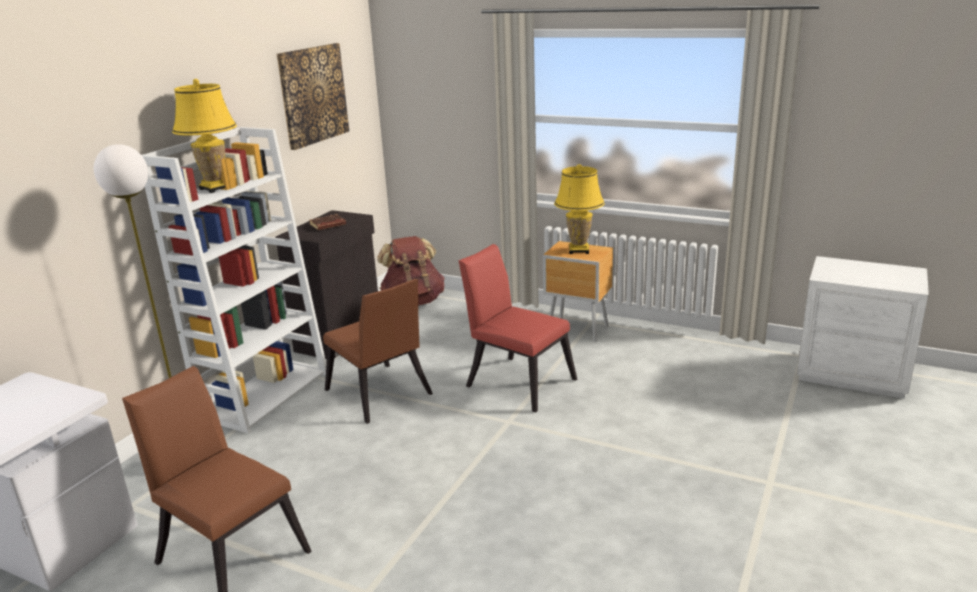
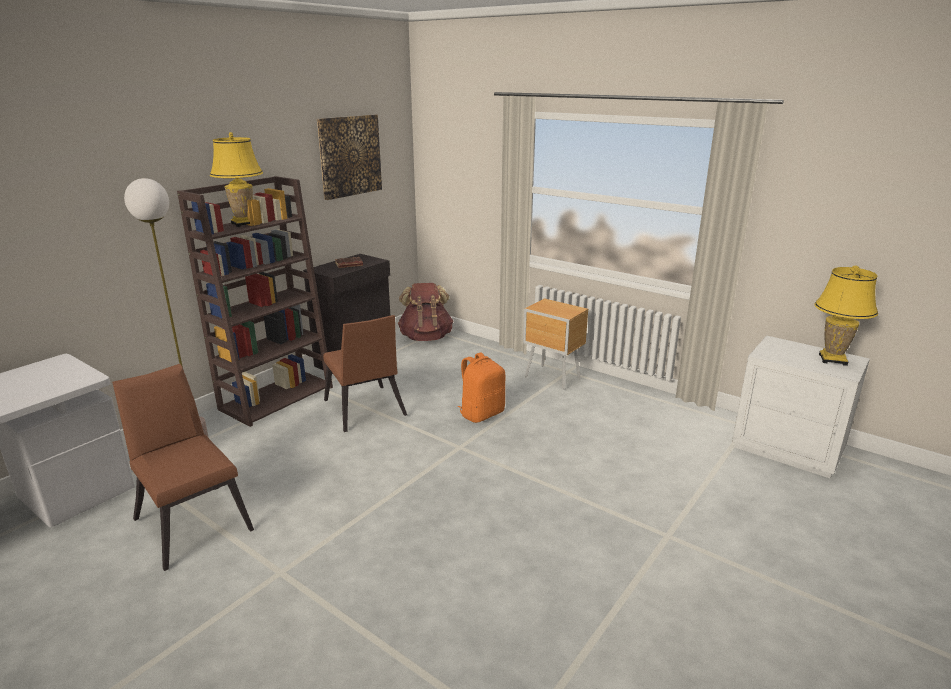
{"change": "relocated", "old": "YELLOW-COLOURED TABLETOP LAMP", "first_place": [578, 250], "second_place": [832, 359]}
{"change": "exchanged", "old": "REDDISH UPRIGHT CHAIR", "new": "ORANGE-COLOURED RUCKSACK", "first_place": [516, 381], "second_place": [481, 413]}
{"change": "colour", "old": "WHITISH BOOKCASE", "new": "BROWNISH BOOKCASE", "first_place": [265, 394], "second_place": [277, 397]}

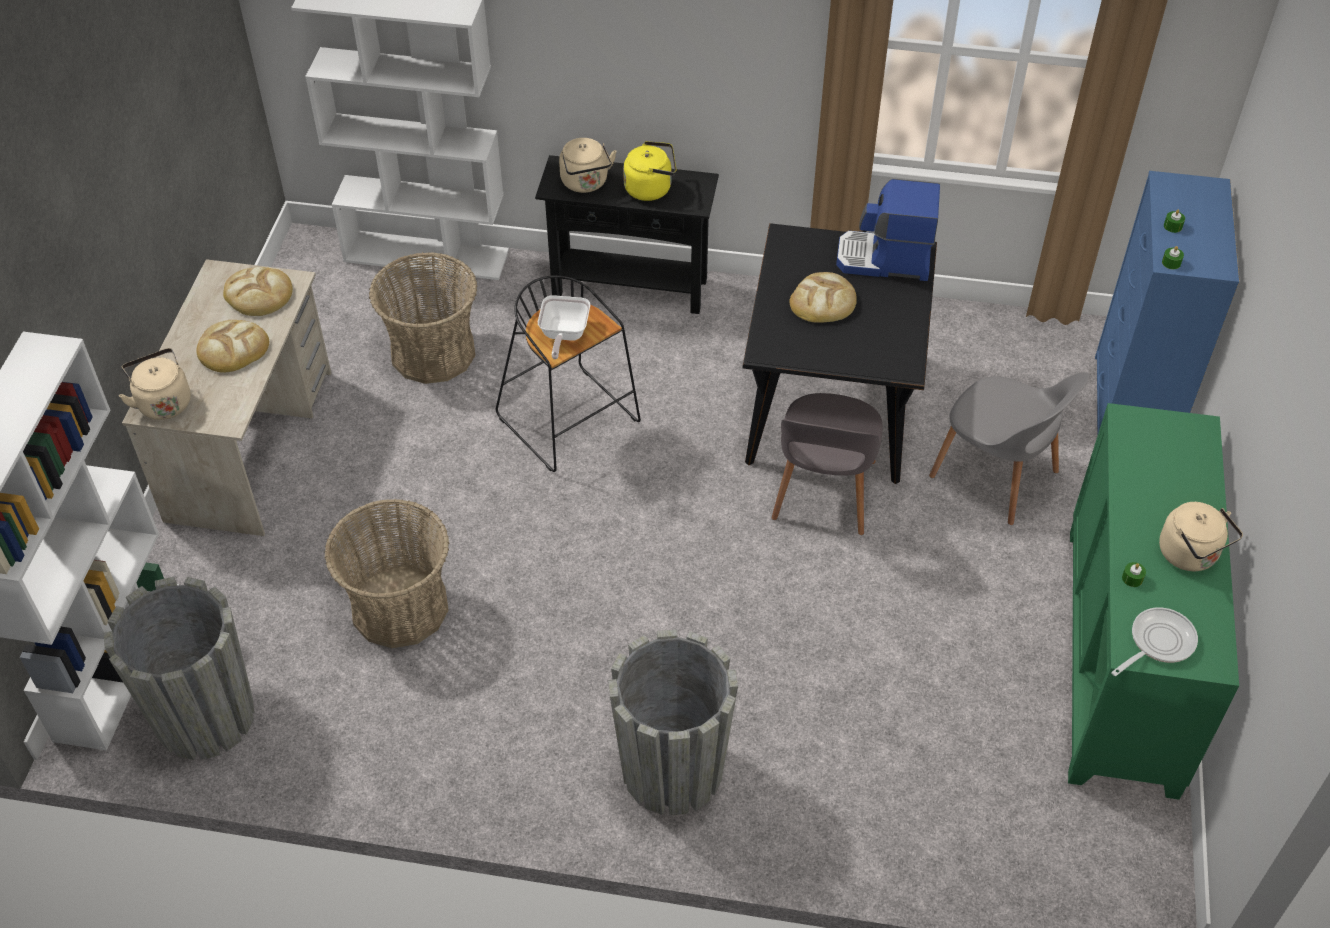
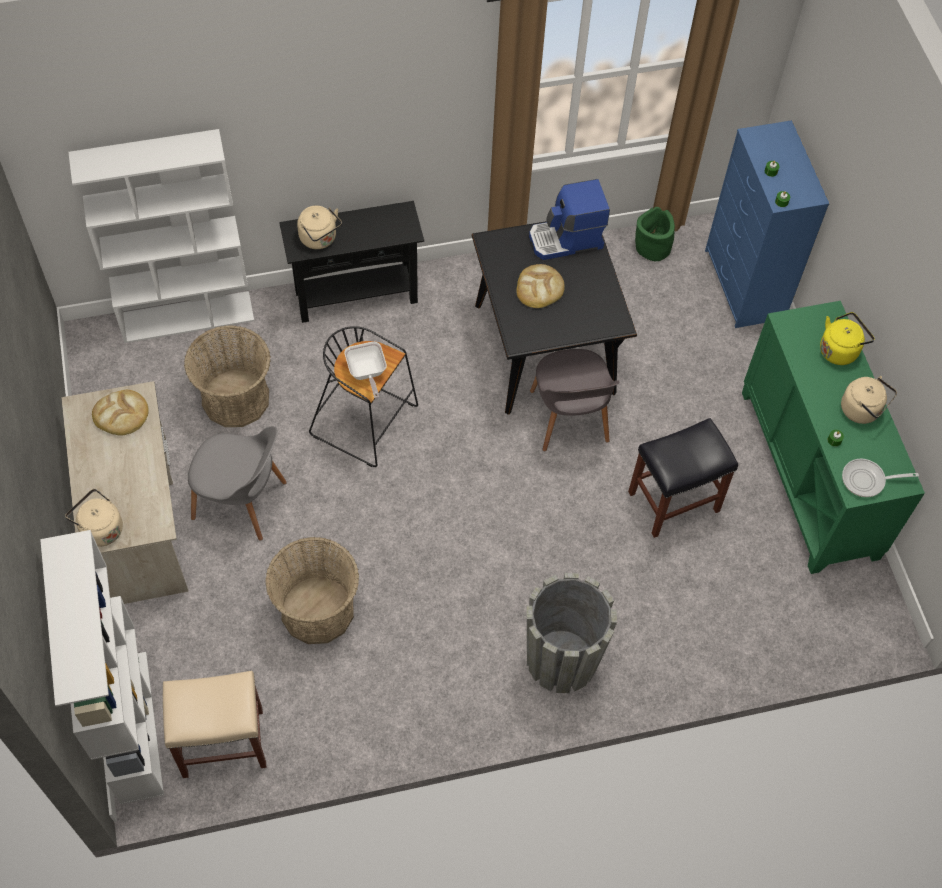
{"change": "missing", "old": "BAKERY BREAD", "first_place": [233, 349]}
{"change": "appeared", "new": "BLACK-COLOURED SITTING STOOL", "second_place": [673, 502]}
{"change": "appeared", "new": "GREEN PLANT POT", "second_place": [652, 247]}
{"change": "relocated", "old": "YELLOW-COLOURED TEA KETTLE", "first_place": [651, 188], "second_place": [840, 350]}
{"change": "relocated", "old": "GRAY UPRIGHT CHAIR", "first_place": [997, 476], "second_place": [242, 502]}
{"change": "exchanged", "old": "GRAY PLANT POT", "new": "SAND-COLOURED SITTING STOOL", "first_place": [205, 717], "second_place": [222, 743]}
{"change": "spun", "old": "SKILLET", "first_place": [1157, 642], "second_place": [867, 480], "degrees": -120}

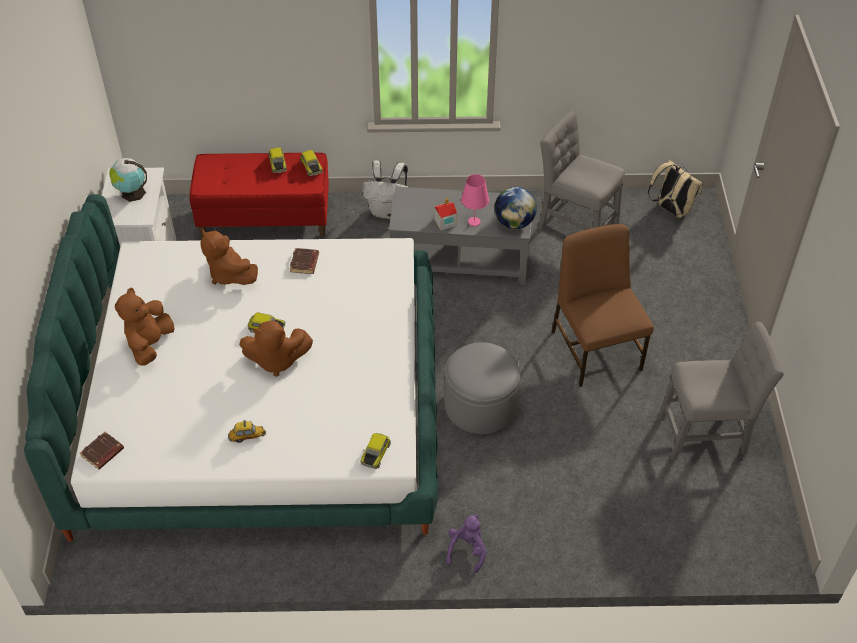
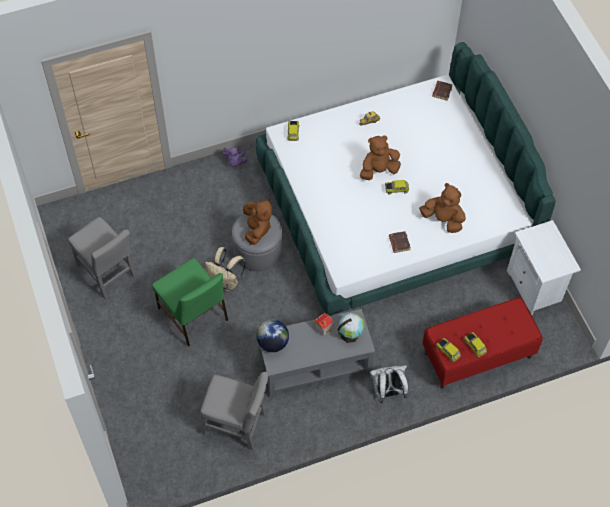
{"change": "missing", "old": "PINK-COLOURED TABLETOP LAMP", "first_place": [474, 221]}
{"change": "relocated", "old": "DESK GLOBE", "first_place": [131, 193], "second_place": [350, 334]}
{"change": "relocated", "old": "BROWNISH SOFT TOY", "first_place": [150, 344], "second_place": [257, 228]}
{"change": "relocated", "old": "SAND-COLOURED RUCKSACK", "first_place": [671, 210], "second_place": [226, 282]}
{"change": "colour", "old": "BROWNISH UPRIGHT CHAIR", "new": "GREEN UPRIGHT CHAIR", "first_place": [596, 349], "second_place": [193, 315]}
{"change": "spun", "old": "GRAY UPRIGHT CHAIR", "first_place": [707, 434], "second_place": [107, 273], "degrees": -105}

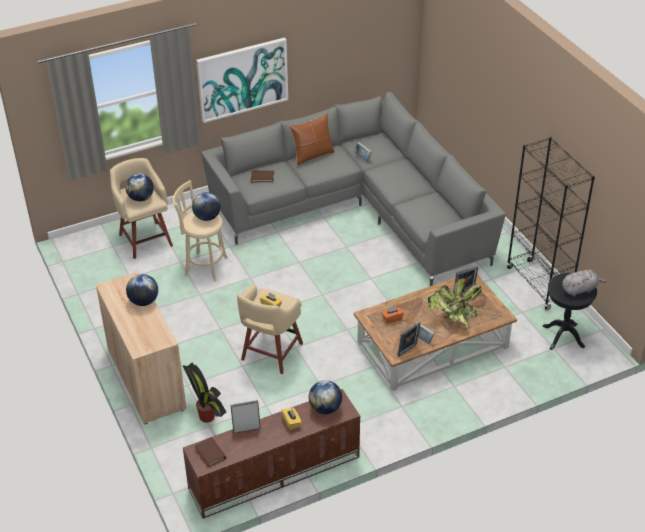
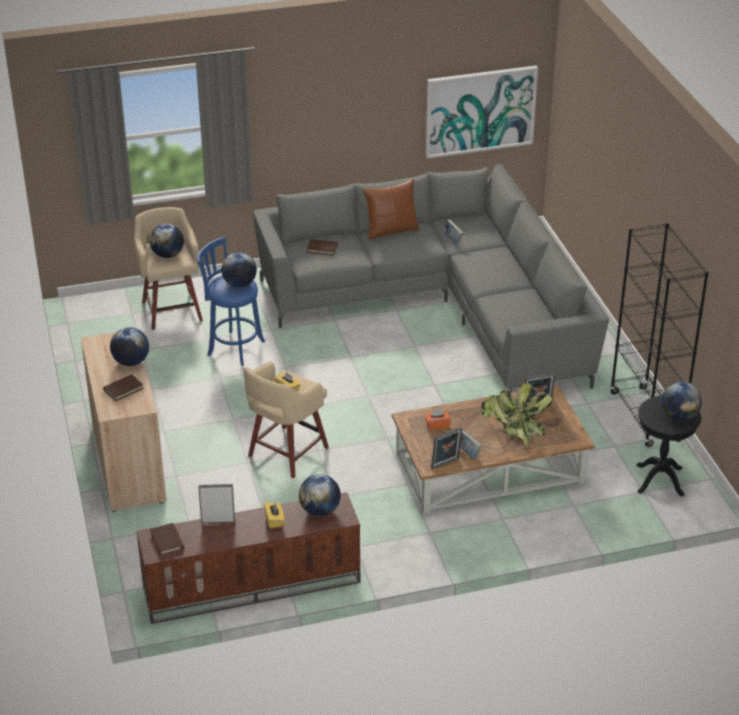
{"change": "missing", "old": "HOUSEPLANT", "first_place": [207, 417]}
{"change": "appeared", "new": "BROWNISH BOOK", "second_place": [123, 389]}
{"change": "relocated", "old": "PICTURE", "first_place": [242, 79], "second_place": [480, 111]}
{"change": "exchanged", "old": "GRAY SOFT TOY", "new": "DESK GLOBE", "first_place": [580, 289], "second_place": [679, 416]}
{"change": "colour", "old": "SAND-COLOURED SITTING STOOL", "new": "BLUE SITTING STOOL", "first_place": [203, 266], "second_place": [233, 347]}

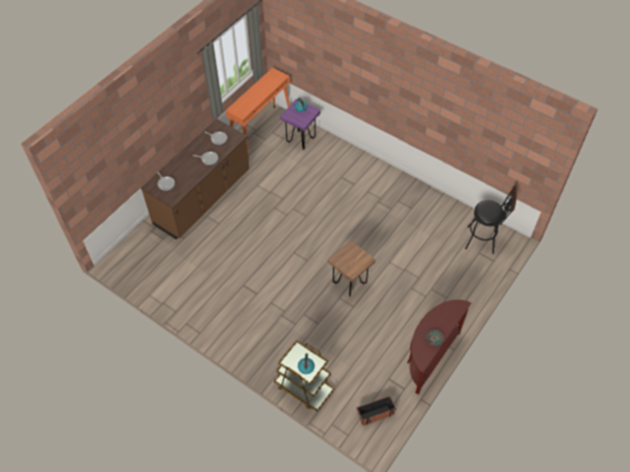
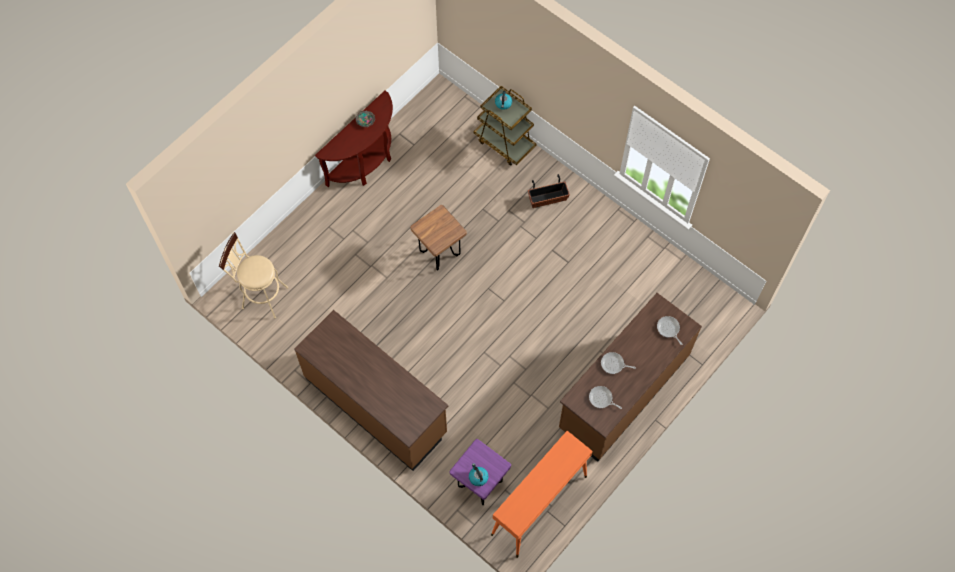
{"change": "appeared", "new": "BROWNISH KITCHEN BASE UNIT", "second_place": [376, 405]}
{"change": "relocated", "old": "PLANT POT", "first_place": [375, 414], "second_place": [547, 199]}
{"change": "colour", "old": "BLACK-COLOURED SITTING STOOL", "new": "SAND-COLOURED SITTING STOOL", "first_place": [484, 240], "second_place": [261, 296]}

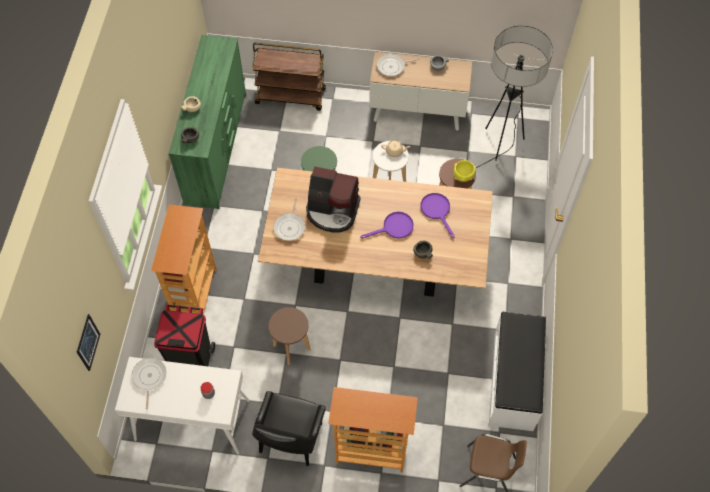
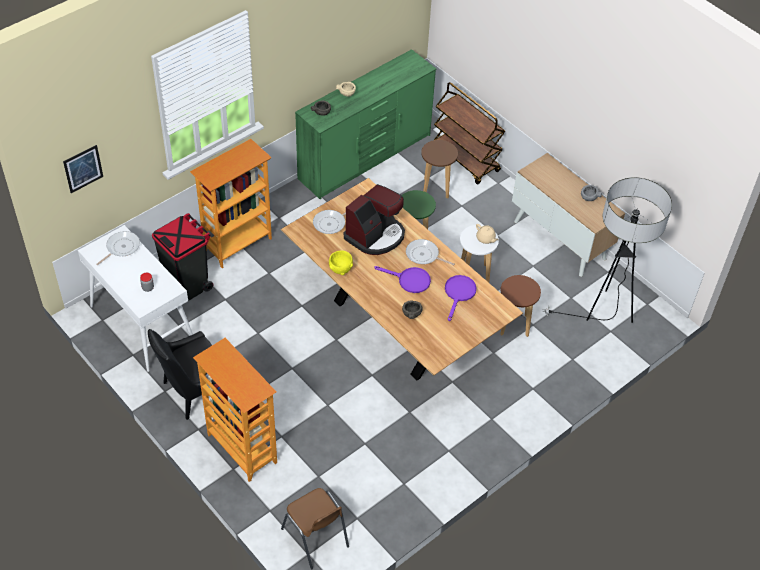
{"change": "missing", "old": "WHITISH INDOOR BENCH", "first_place": [514, 381]}
{"change": "relocated", "old": "BROWNISH SITTING STOOL", "first_place": [291, 348], "second_place": [436, 188]}
{"change": "relocated", "old": "SKILLET", "first_place": [392, 66], "second_place": [424, 255]}
{"change": "relocated", "old": "YELLOW-COLOURED SERVING BOWL", "first_place": [463, 176], "second_place": [340, 269]}
{"change": "spun", "old": "COFFEE BREWER", "first_place": [332, 211], "second_place": [375, 235], "degrees": -105}

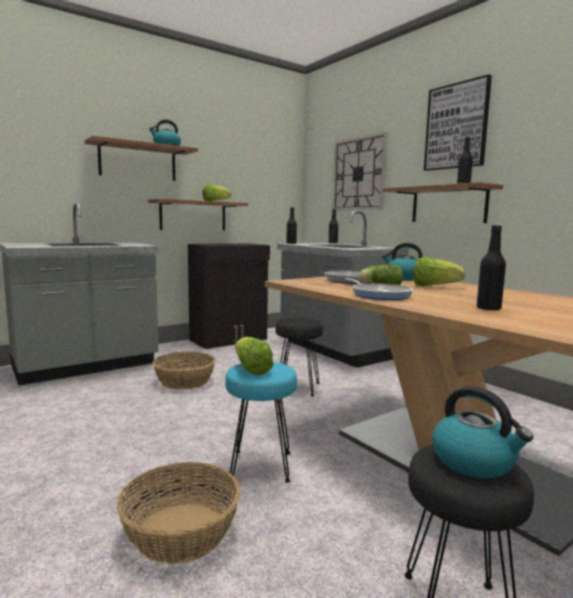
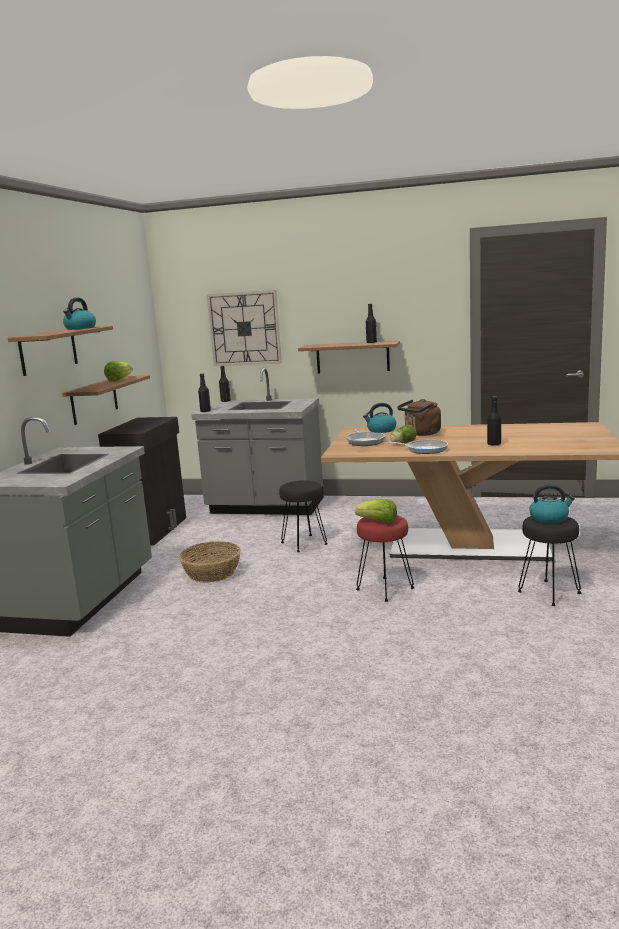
{"change": "missing", "old": "BASKET", "first_place": [182, 532]}
{"change": "missing", "old": "PICTURE", "first_place": [457, 126]}
{"change": "exchanged", "old": "LETTUCE HEAD", "new": "BROWNISH TEA KETTLE", "first_place": [434, 286], "second_place": [421, 434]}
{"change": "colour", "old": "TURQUOISE SITTING STOOL", "new": "REDDISH SITTING STOOL", "first_place": [259, 466], "second_place": [384, 589]}

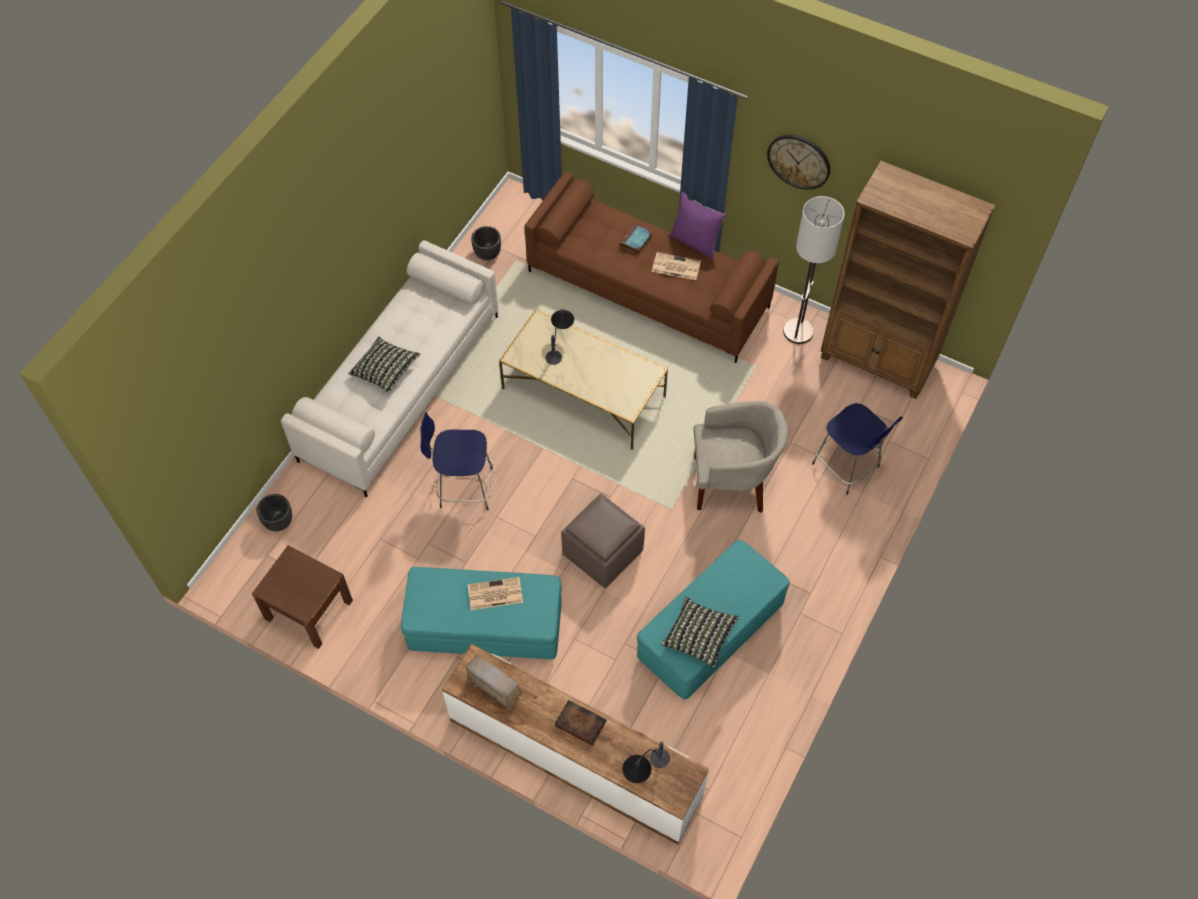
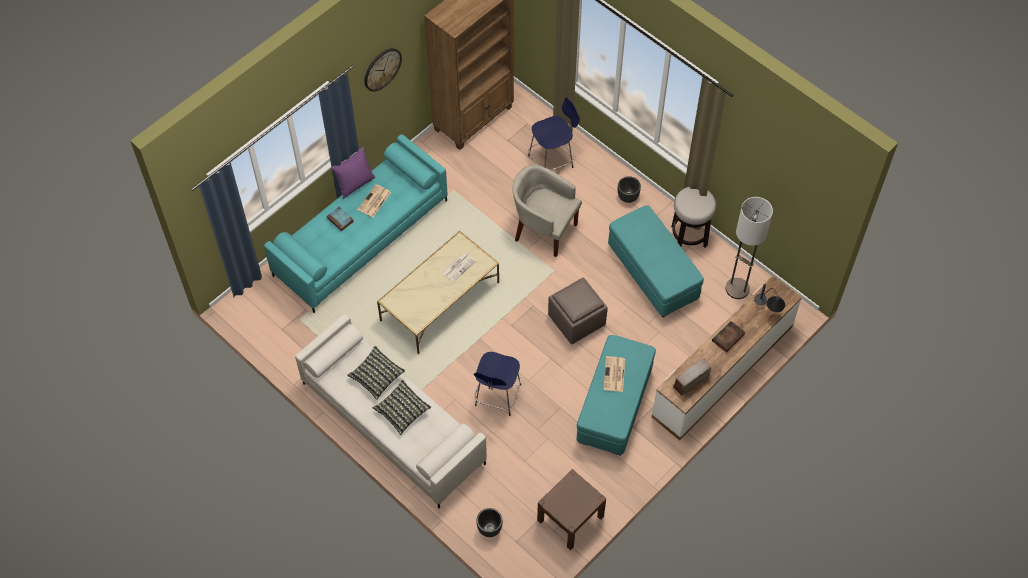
{"change": "missing", "old": "TABLETOP LAMP", "first_place": [559, 344]}
{"change": "appeared", "new": "NEWSPAPER", "second_place": [458, 266]}
{"change": "appeared", "new": "SITTING STOOL", "second_place": [689, 236]}
{"change": "relocated", "old": "BLACK-COLOURED PLANT POT", "first_place": [488, 254], "second_place": [628, 197]}
{"change": "relocated", "old": "PILLOW", "first_place": [698, 636], "second_place": [377, 377]}
{"change": "relocated", "old": "STANDARD LAMP", "first_place": [798, 331], "second_place": [737, 288]}
{"change": "colour", "old": "BROWNISH SOFA", "new": "TURQUOISE SOFA", "first_place": [649, 289], "second_place": [361, 237]}
{"change": "spun", "old": "SAND-COLOURED ARMCHAIR", "first_place": [732, 482], "second_place": [543, 230], "degrees": -75}

